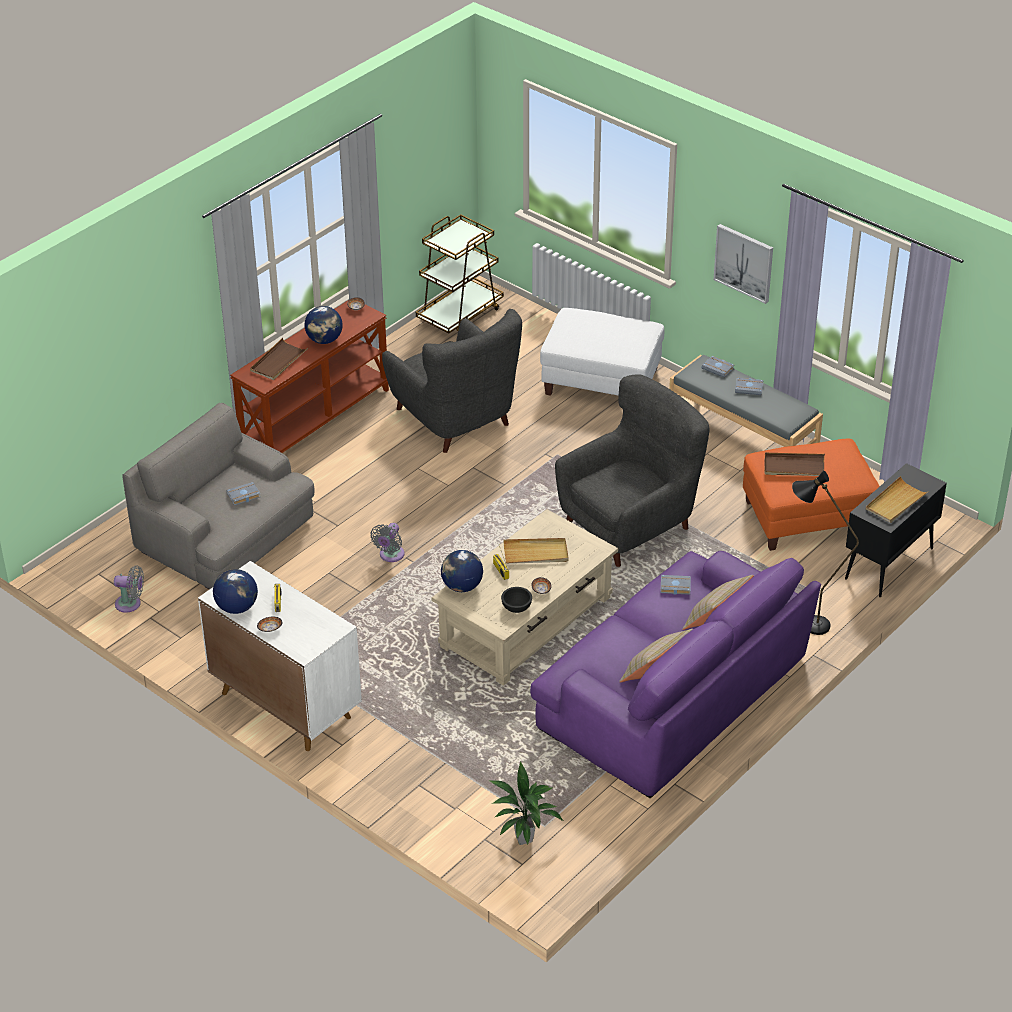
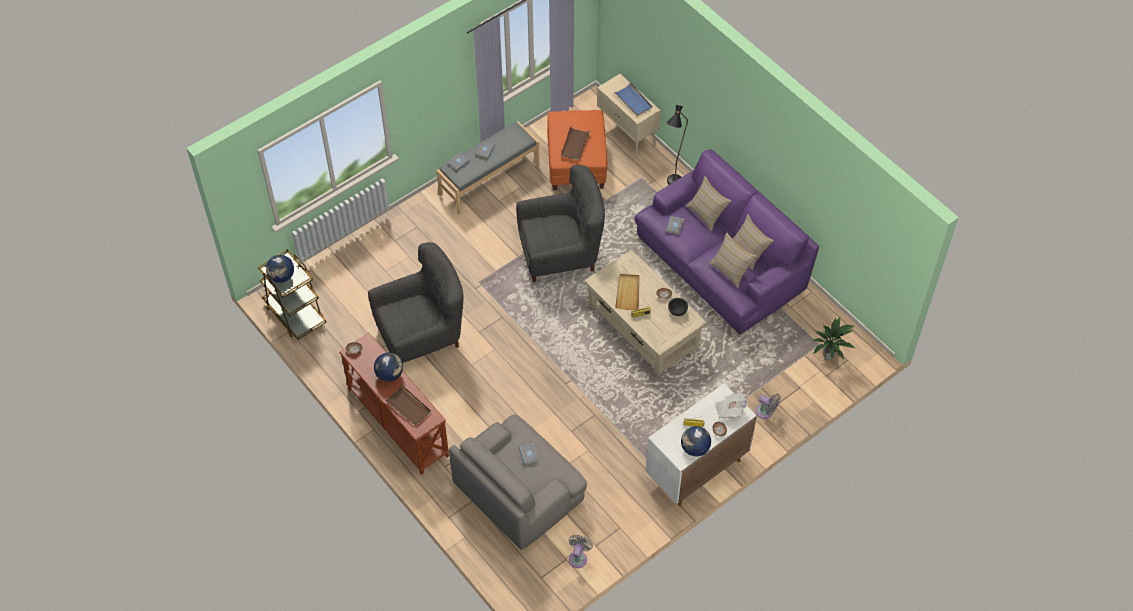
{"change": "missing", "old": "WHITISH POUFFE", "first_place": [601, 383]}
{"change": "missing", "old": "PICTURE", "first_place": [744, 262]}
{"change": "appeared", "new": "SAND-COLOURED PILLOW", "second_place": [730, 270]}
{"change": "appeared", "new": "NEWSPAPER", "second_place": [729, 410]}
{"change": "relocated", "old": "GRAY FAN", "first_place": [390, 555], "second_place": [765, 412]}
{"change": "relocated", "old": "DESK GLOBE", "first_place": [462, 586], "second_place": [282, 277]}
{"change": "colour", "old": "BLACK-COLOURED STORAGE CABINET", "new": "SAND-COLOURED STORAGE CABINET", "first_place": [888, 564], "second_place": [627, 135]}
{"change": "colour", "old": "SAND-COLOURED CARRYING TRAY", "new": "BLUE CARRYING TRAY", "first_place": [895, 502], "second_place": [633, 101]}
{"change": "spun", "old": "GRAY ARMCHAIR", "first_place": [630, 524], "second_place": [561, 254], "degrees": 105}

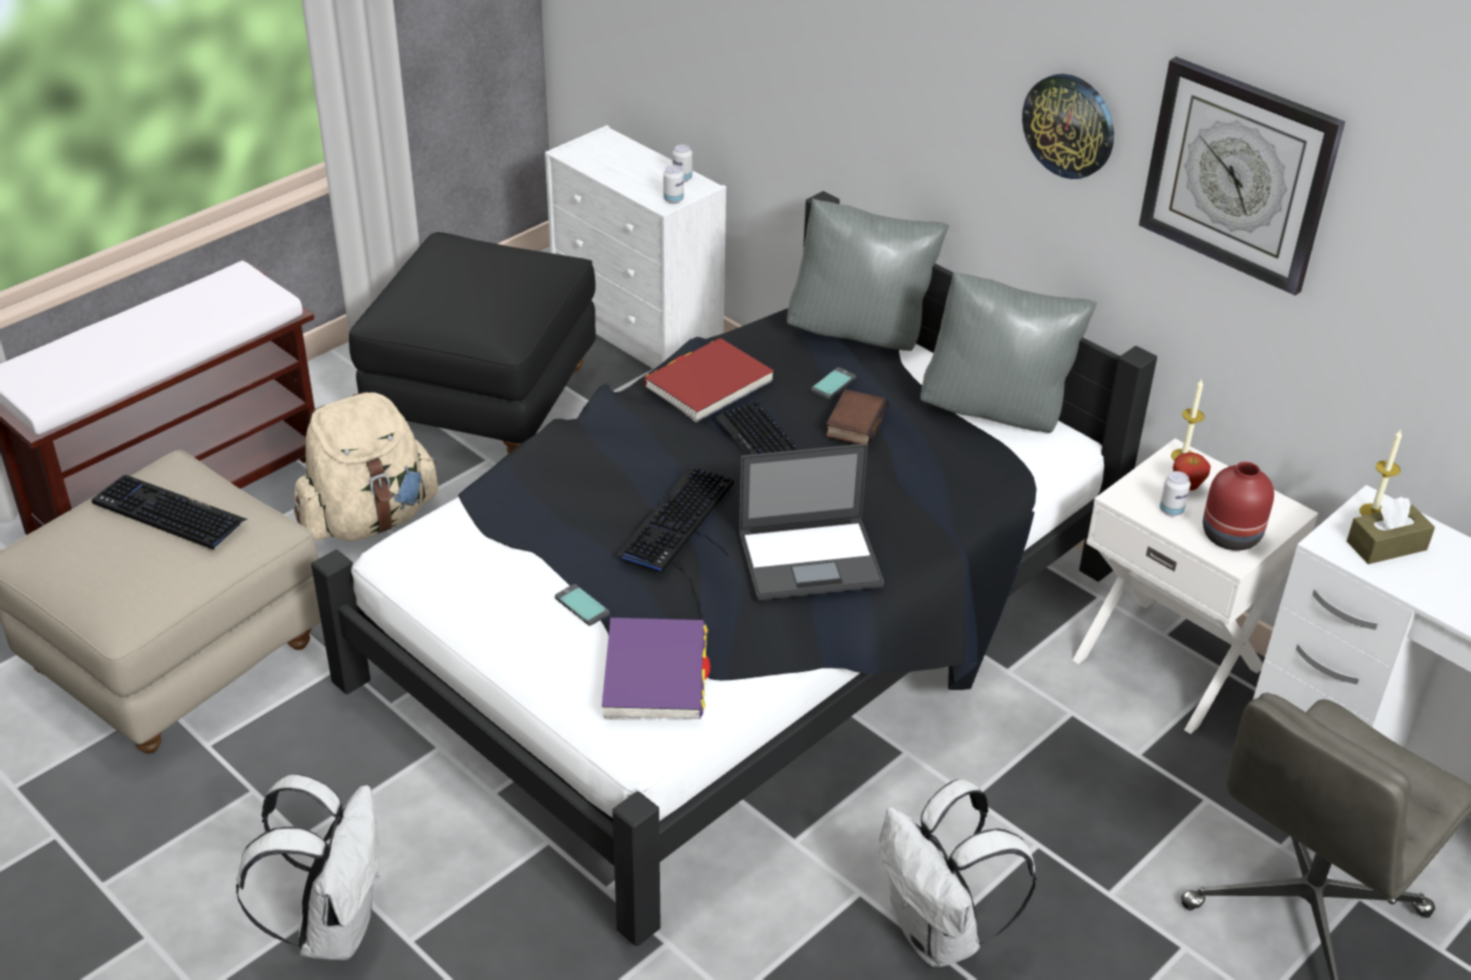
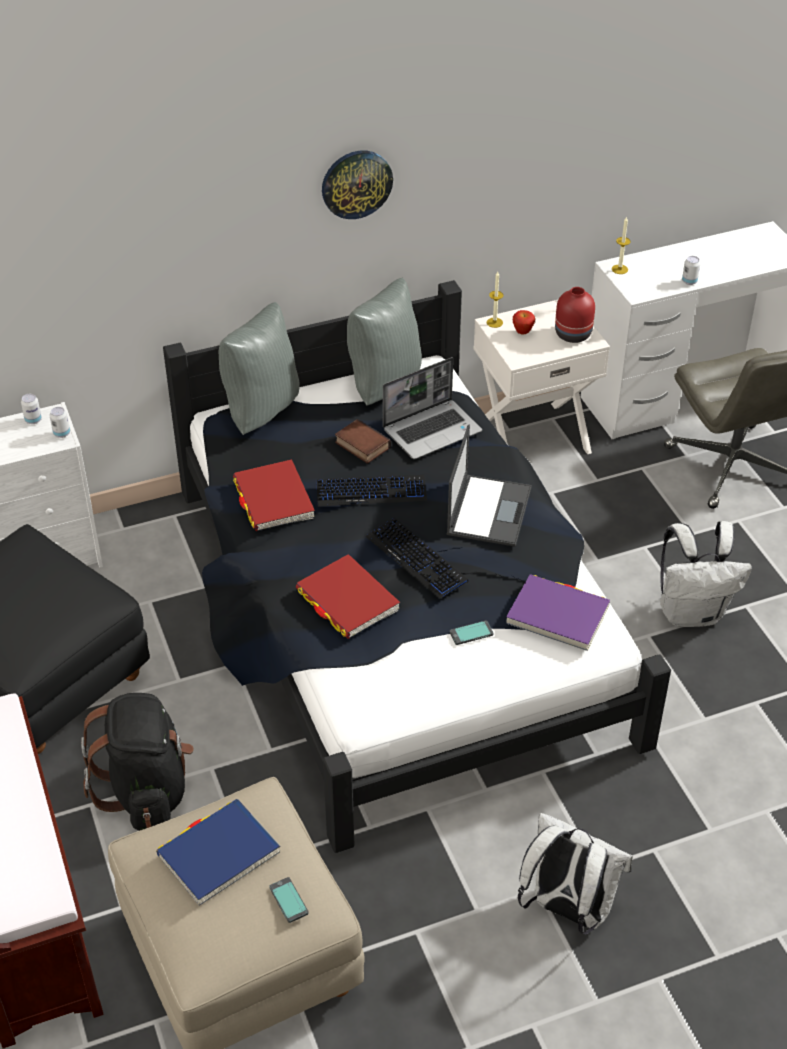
{"change": "missing", "old": "HANGING CLOCK", "first_place": [1239, 174]}
{"change": "missing", "old": "BROWNISH BOX OF TISSUES", "first_place": [1386, 546]}
{"change": "appeared", "new": "REDDISH BOOK", "second_place": [347, 600]}
{"change": "appeared", "new": "NOTEBOOK COMPUTER", "second_place": [432, 430]}
{"change": "relocated", "old": "TELEPHONE", "first_place": [832, 384], "second_place": [288, 900]}
{"change": "relocated", "old": "CAN", "first_place": [1171, 510], "second_place": [689, 281]}
{"change": "exchanged", "old": "KEYBOARD", "new": "BLUE BOOK", "first_place": [169, 513], "second_place": [219, 854]}
{"change": "colour", "old": "SAND-COLOURED RUCKSACK", "new": "BLACK-COLOURED RUCKSACK", "first_place": [369, 519], "second_place": [147, 790]}

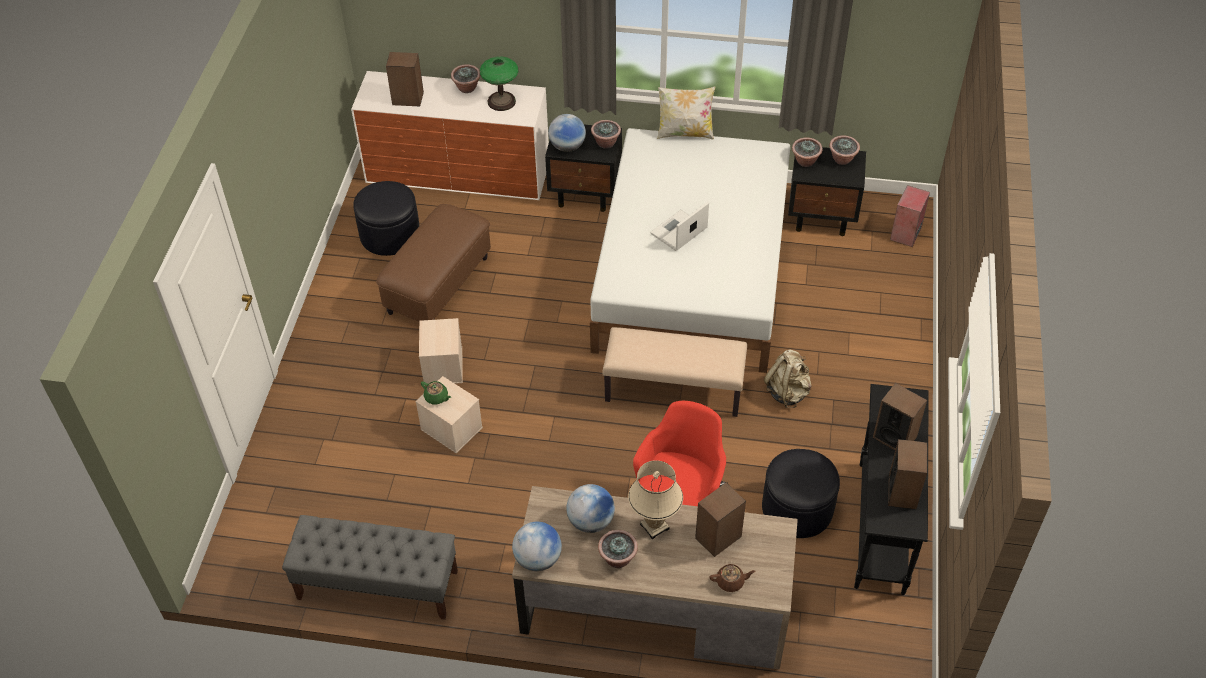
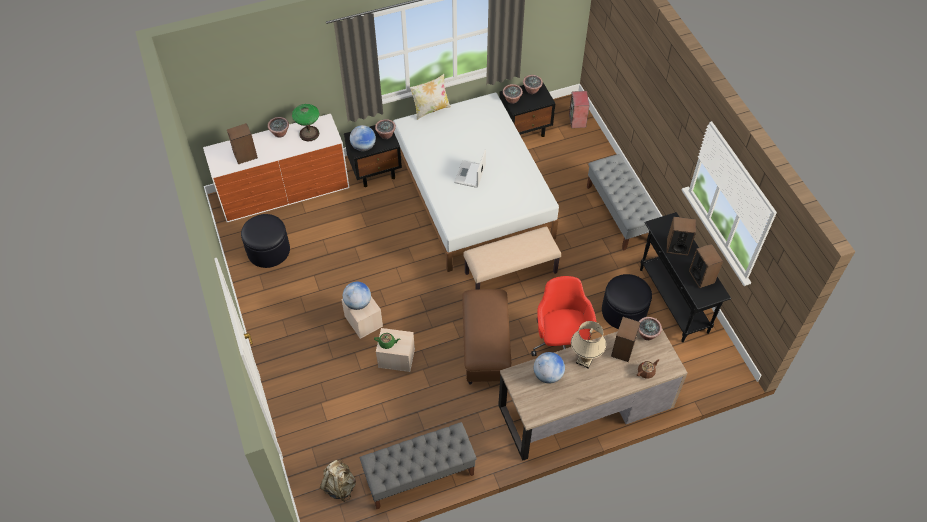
{"change": "appeared", "new": "GRAY INDOOR BENCH", "second_place": [618, 214]}
{"change": "relocated", "old": "BROWNISH POUFFE", "first_place": [439, 286], "second_place": [486, 348]}
{"change": "relocated", "old": "DESK GLOBE", "first_place": [538, 559], "second_place": [358, 303]}
{"change": "relocated", "old": "HOUSEPLANT", "first_place": [617, 558], "second_place": [647, 334]}
{"change": "relocated", "old": "SAND-COLOURED RUCKSACK", "first_place": [787, 392], "second_place": [339, 486]}

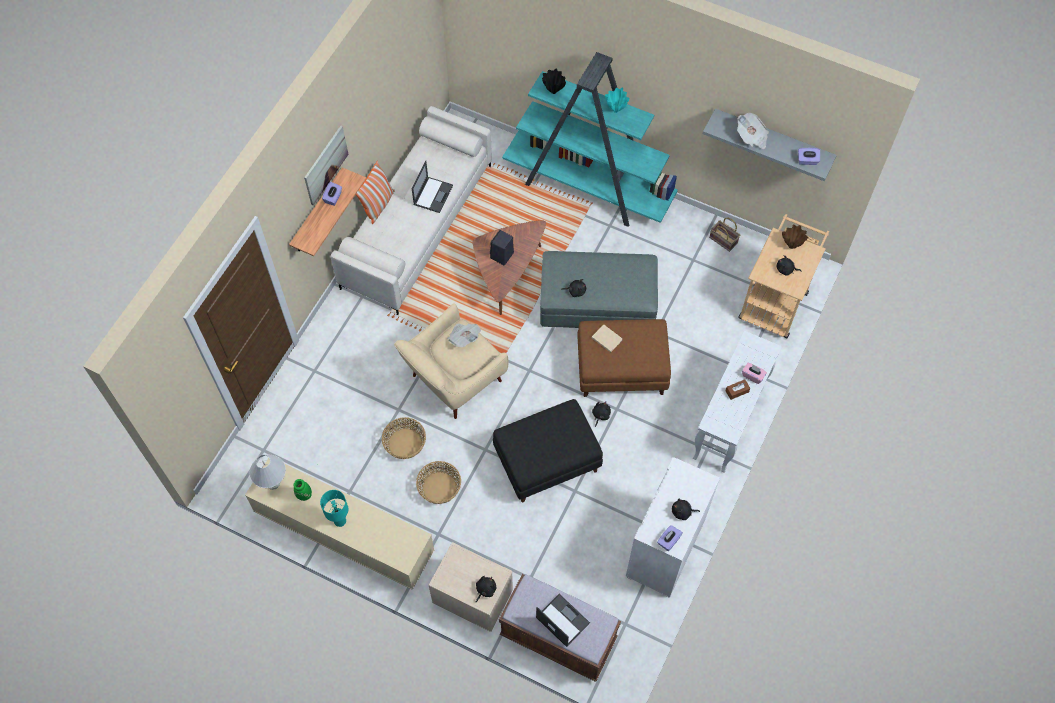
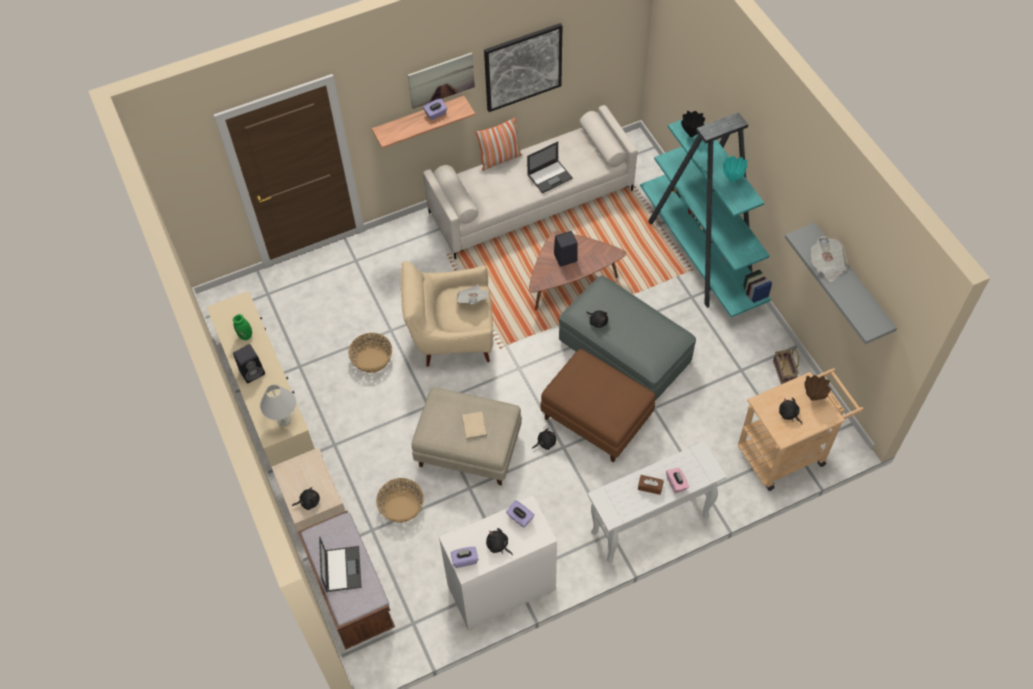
{"change": "appeared", "new": "PICTURE", "second_place": [523, 67]}
{"change": "relocated", "old": "WHITISH TABLETOP LAMP", "first_place": [273, 483], "second_place": [284, 420]}
{"change": "relocated", "old": "BASKET", "first_place": [439, 488], "second_place": [401, 506]}
{"change": "relocated", "old": "SAND-COLOURED BOOK", "first_place": [606, 338], "second_place": [474, 425]}
{"change": "relocated", "old": "PURPLE-COLOURED BOX OF TISSUES", "first_place": [807, 161], "second_place": [520, 518]}
{"change": "exchanged", "old": "TURQUOISE TABLETOP LAMP", "new": "BLACK-COLOURED LOUDSPEAKER", "first_place": [340, 520], "second_place": [253, 372]}
{"change": "colour", "old": "BLACK-COLOURED POUFFE", "new": "SAND-COLOURED POUFFE", "first_place": [546, 461], "second_place": [467, 448]}

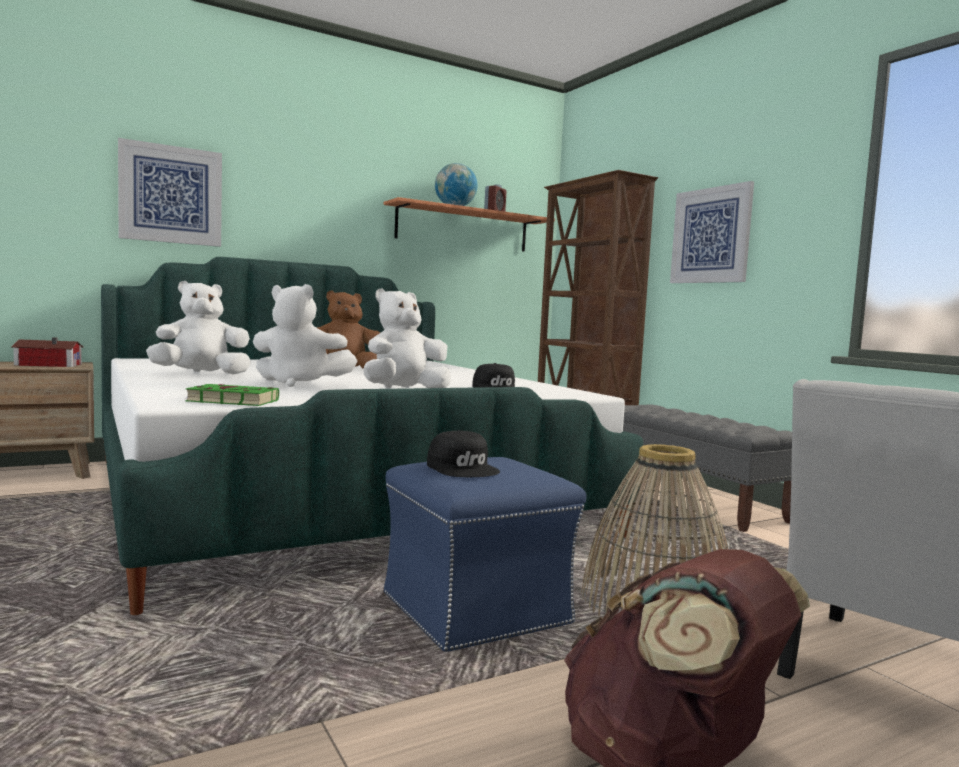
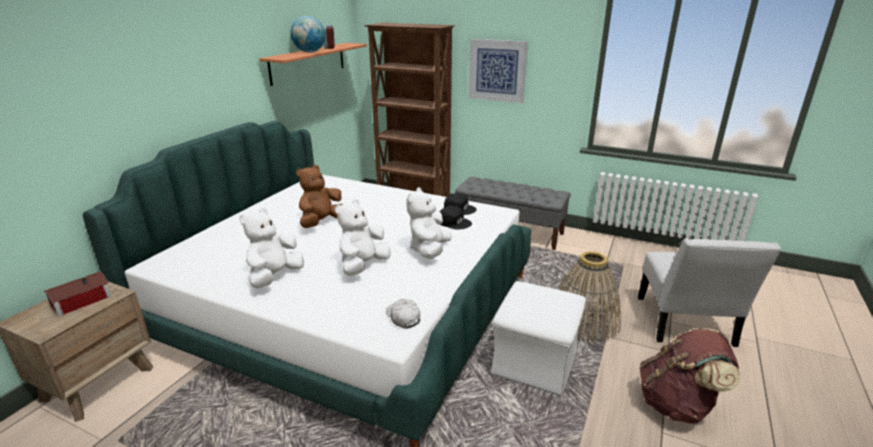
{"change": "missing", "old": "PICTURE", "first_place": [171, 194]}
{"change": "relocated", "old": "BLACK-COLOURED CAP", "first_place": [463, 468], "second_place": [459, 208]}
{"change": "exchanged", "old": "GREEN BOOK", "new": "WHITISH CAP", "first_place": [230, 401], "second_place": [403, 317]}
{"change": "colour", "old": "BLUE POUFFE", "new": "WHITISH POUFFE", "first_place": [477, 608], "second_place": [535, 362]}
{"change": "spun", "old": "WHITISH SOFT TOY", "first_place": [299, 384], "second_place": [363, 266], "degrees": 150}

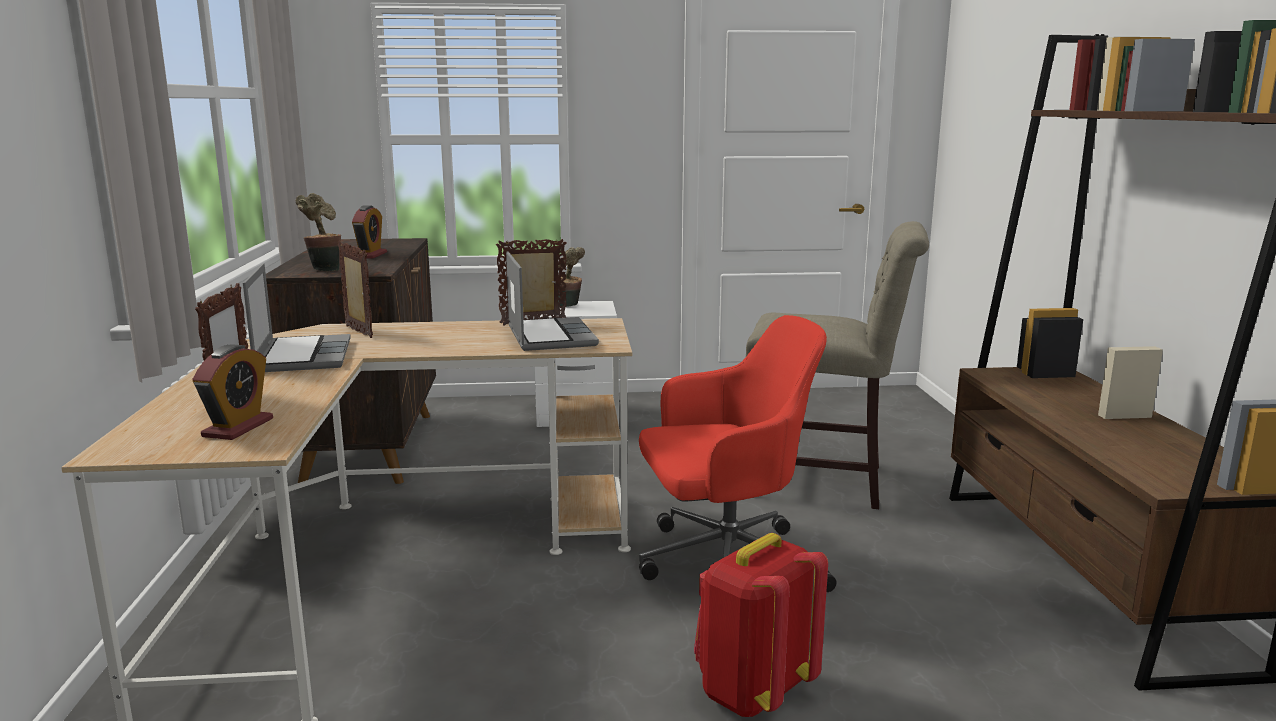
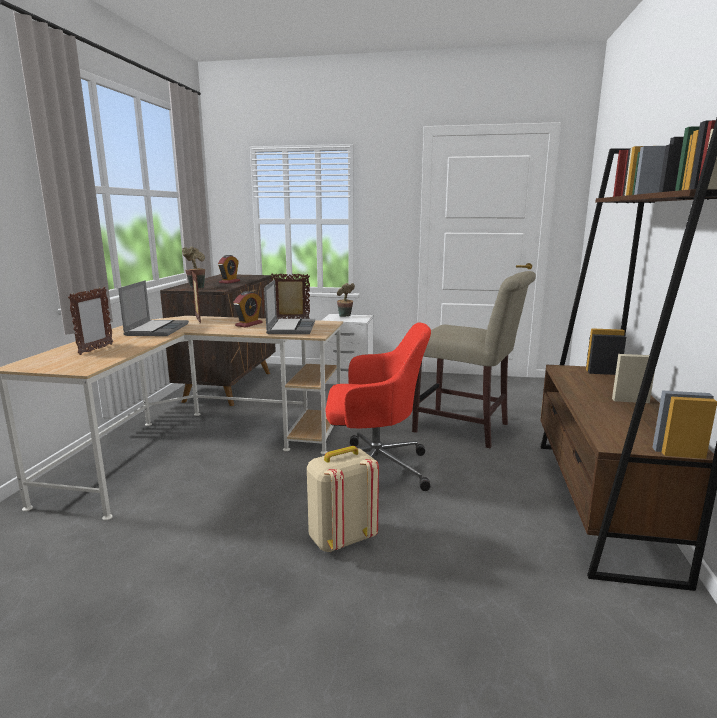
{"change": "relocated", "old": "BEDSIDE CLOCK", "first_place": [238, 427], "second_place": [249, 324]}
{"change": "colour", "old": "REDDISH RUCKSACK", "new": "SAND-COLOURED RUCKSACK", "first_place": [752, 692], "second_place": [341, 539]}

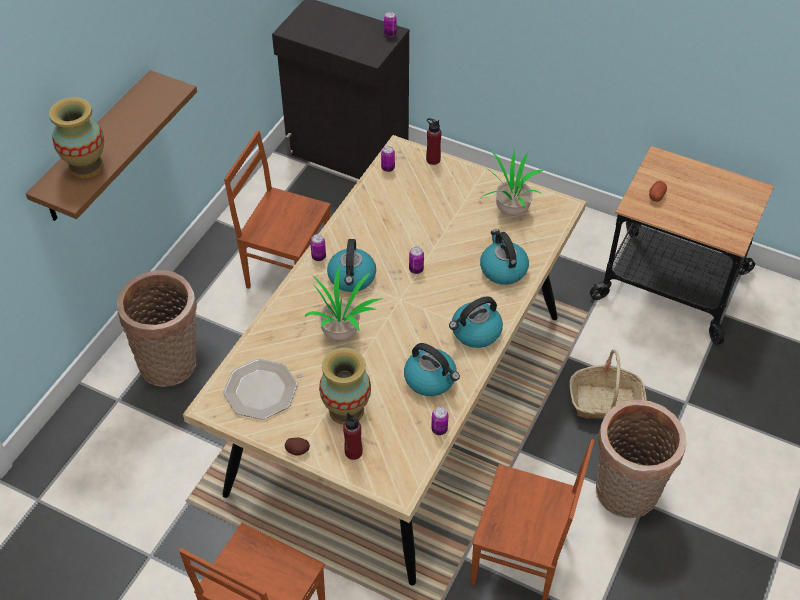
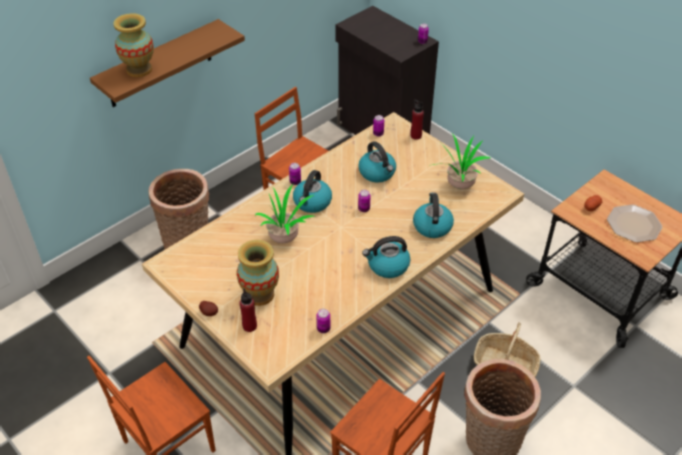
{"change": "relocated", "old": "DINNER PLATE", "first_place": [260, 389], "second_place": [633, 224]}
{"change": "relocated", "old": "TEA KETTLE", "first_place": [431, 379], "second_place": [377, 173]}

